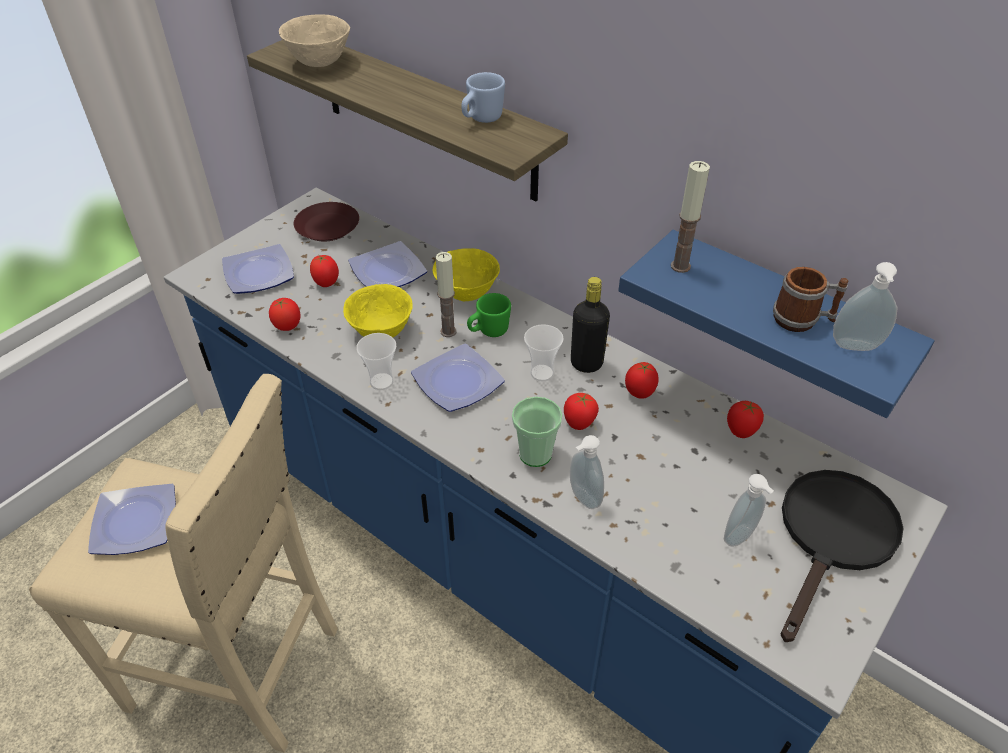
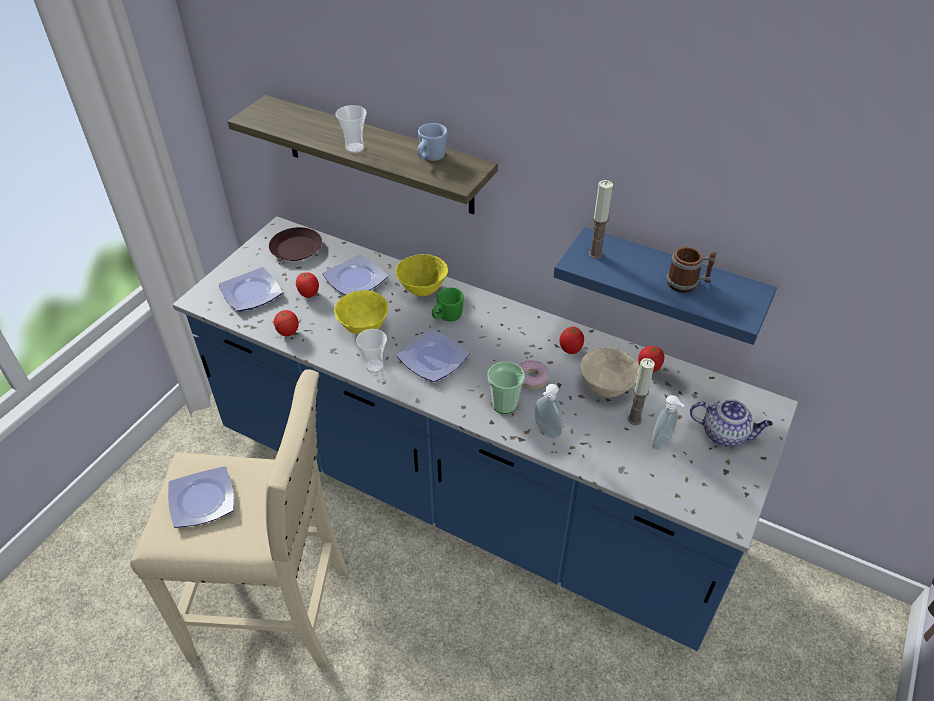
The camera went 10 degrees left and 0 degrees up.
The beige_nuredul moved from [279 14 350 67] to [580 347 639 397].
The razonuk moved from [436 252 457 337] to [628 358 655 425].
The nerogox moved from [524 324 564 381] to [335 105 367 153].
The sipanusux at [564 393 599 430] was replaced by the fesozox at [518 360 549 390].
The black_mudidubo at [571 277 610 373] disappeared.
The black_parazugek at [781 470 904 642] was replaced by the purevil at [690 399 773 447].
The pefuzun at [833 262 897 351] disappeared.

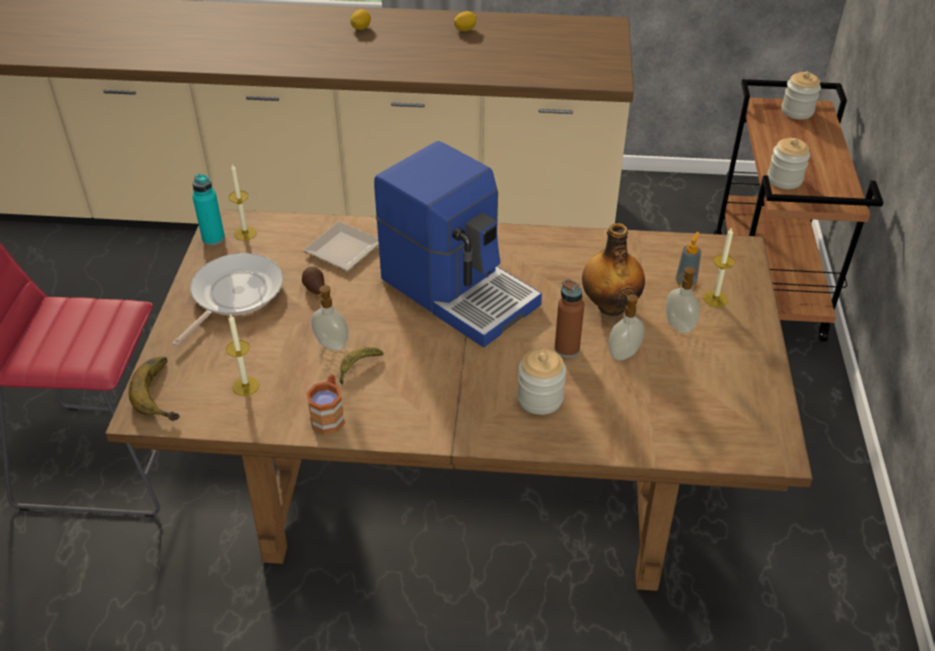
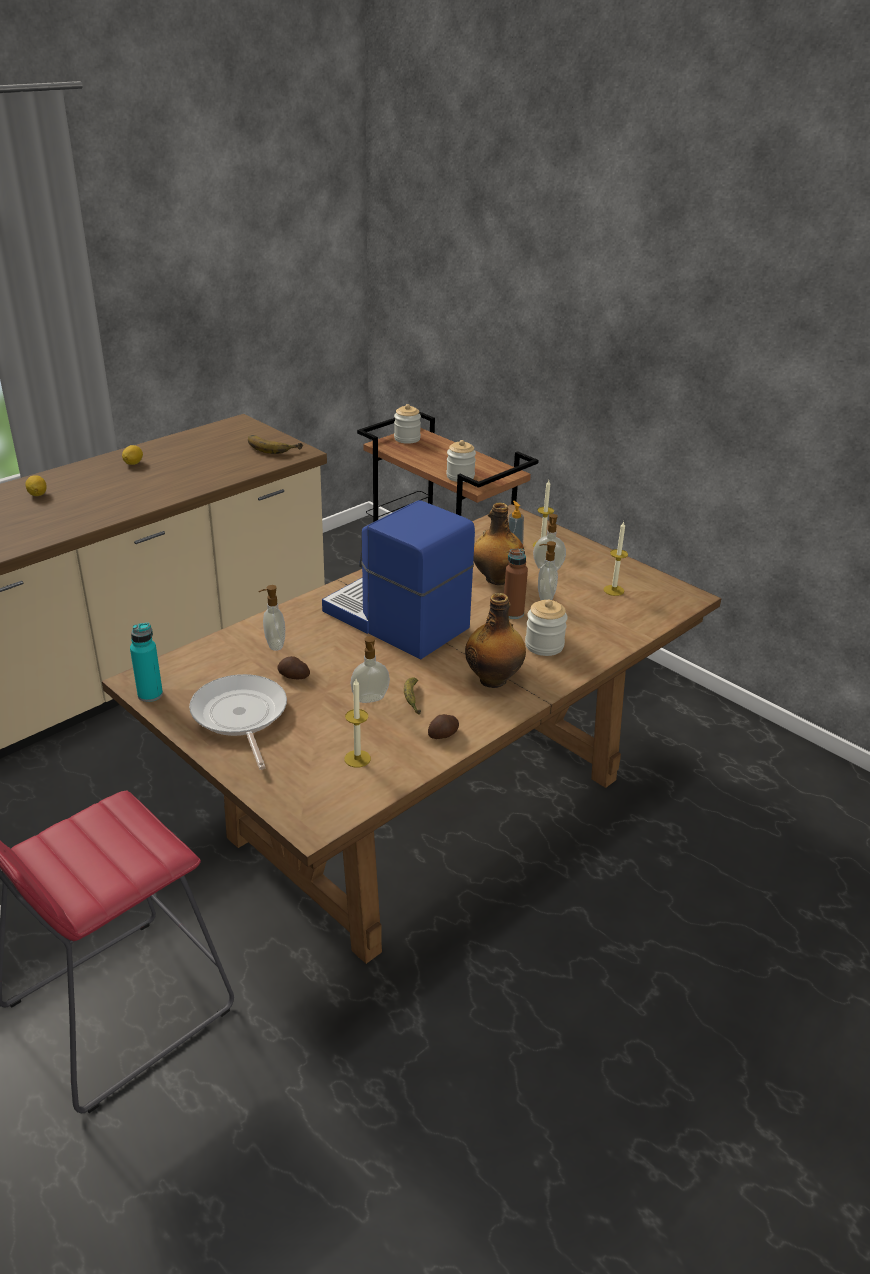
The camera went 50 degrees left and 10 degrees down.
The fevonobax moved from [129 357 179 421] to [248 435 303 454].
The razonuk moved from [229 164 257 241] to [604 522 628 596].
The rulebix at [303 222 379 271] was replaced by the pefuzun at [258 585 285 651].
The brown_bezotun at [306 375 345 435] was replaced by the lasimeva at [428 714 459 739].
The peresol at [374 141 542 347] turned 135 degrees counterclockwise.
The mudidubo at [465 593 526 688] appeared.

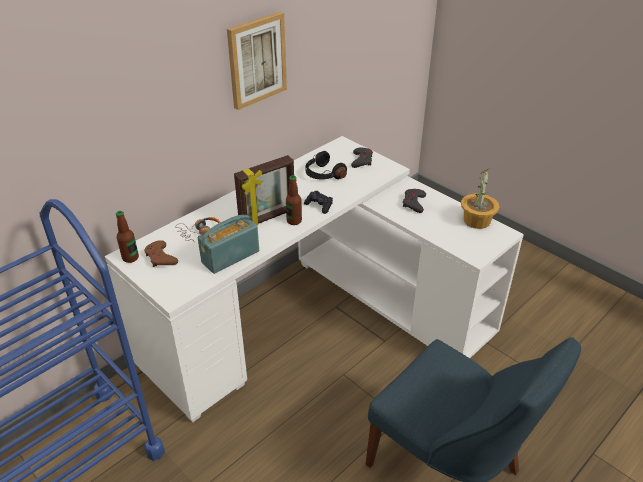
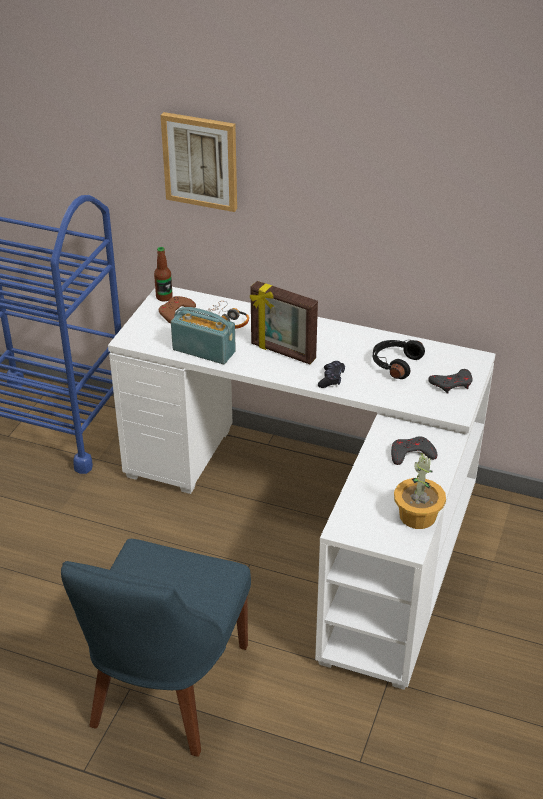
The camera went 65 degrees right and 0 degrees up.
The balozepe moved from [227 12 287 110] to [160 112 237 212].
The mudidubo at [286 175 302 225] disappeared.

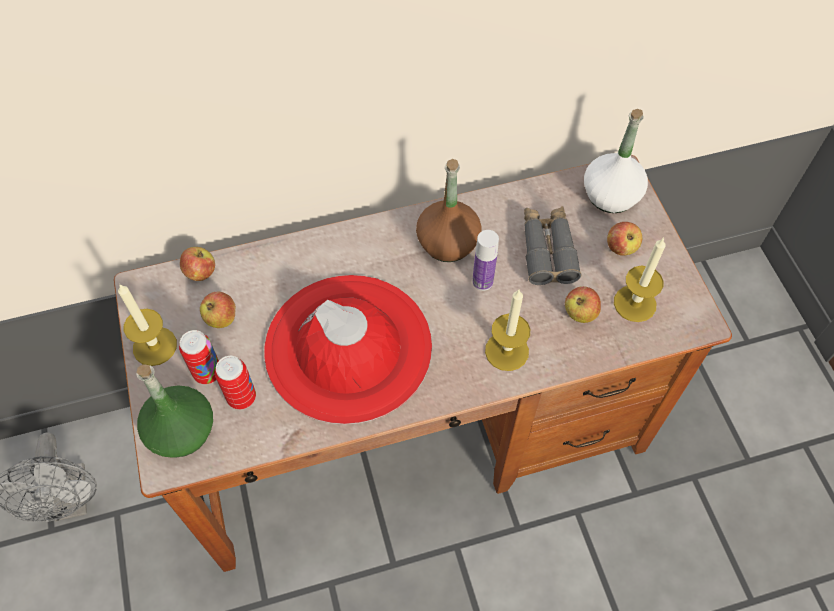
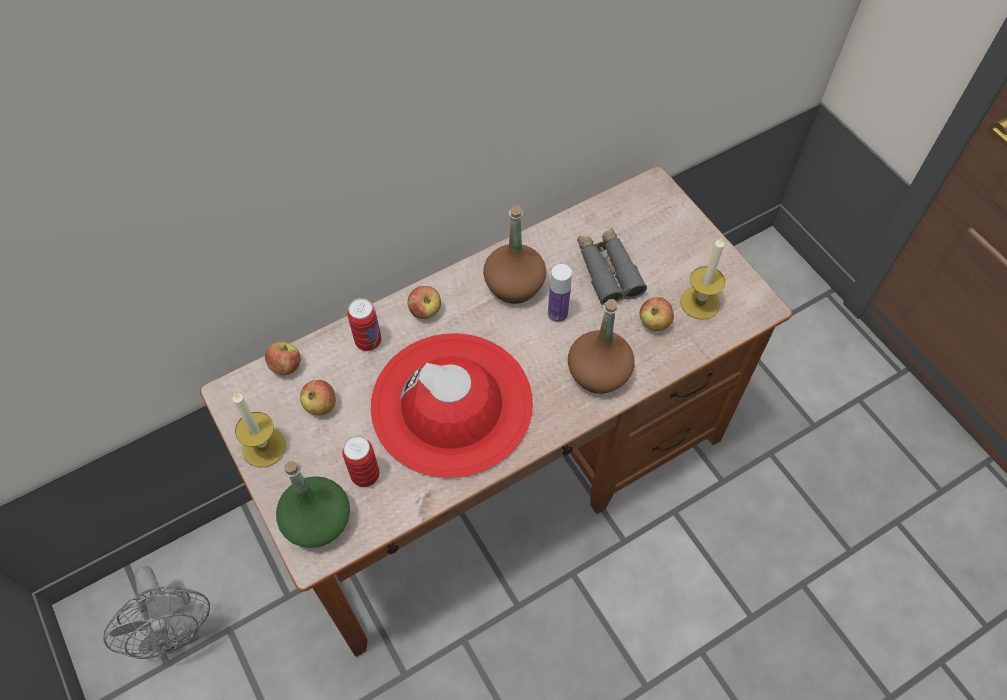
The camera went 15 degrees left and 0 degrees up.
The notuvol moved from [179 330 219 385] to [347 298 381 351].
The razonuk at [485 290 530 371] was replaced by the brown_mudidubo at [568 299 635 394].
The white_mudidubo at [584 109 648 213] disappeared.
The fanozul moved from [607 222 642 256] to [407 286 441 319].

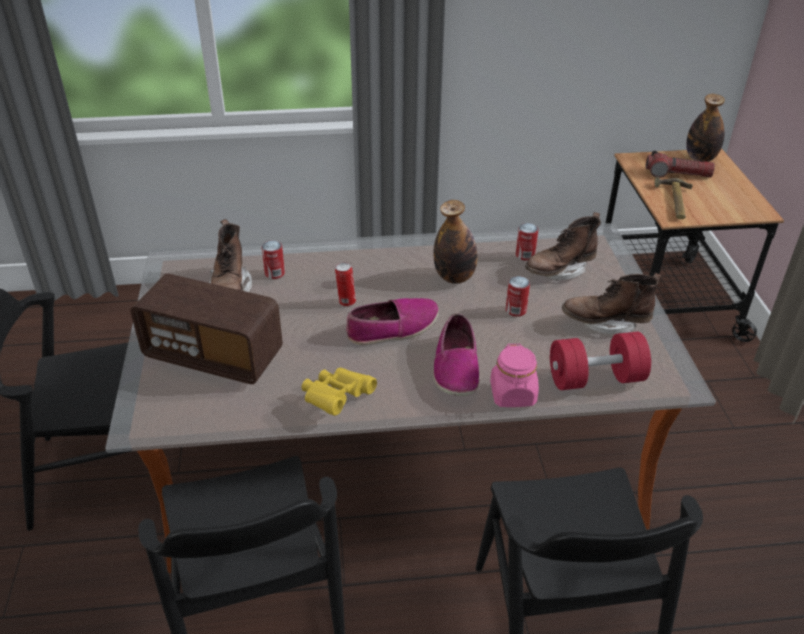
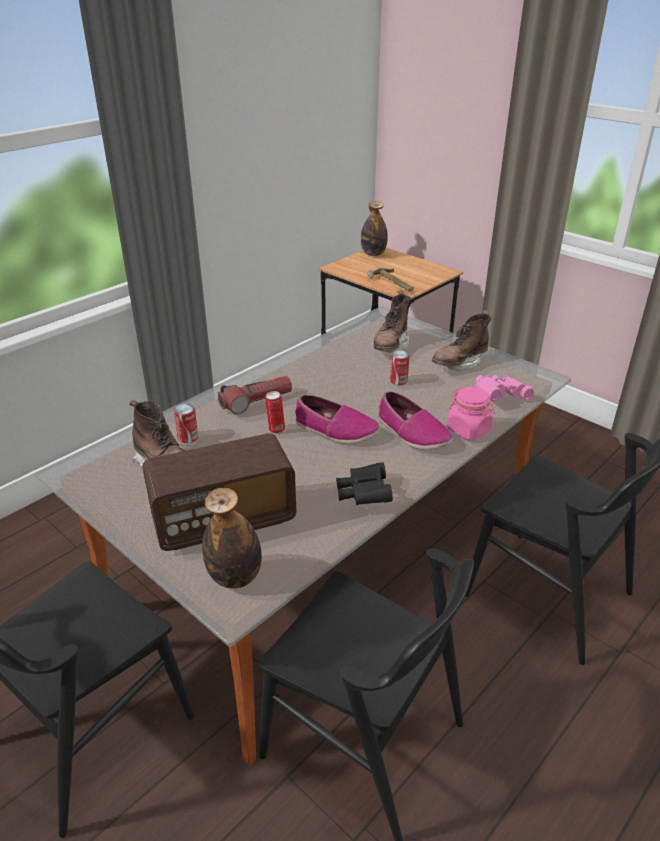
The camera went 40 degrees left and 5 degrees down.
The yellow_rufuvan at [301 368 377 416] became the black_rufuvan at [336 462 393 505].
The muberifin at [346 298 439 345] turned 90 degrees clockwise.
The mudidubo moved from [434 200 477 284] to [202 488 262 589].
The notuvol at [516 223 538 261] disappeared.
The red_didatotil at [550 332 651 390] was replaced by the pink_rufuvan at [474 375 534 401].
The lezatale moved from [646 150 715 178] to [218 376 292 414].

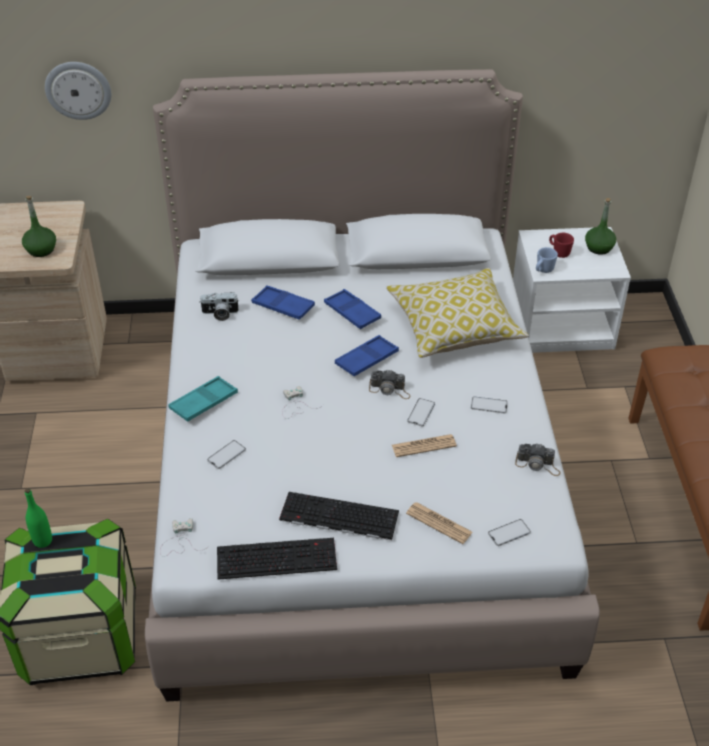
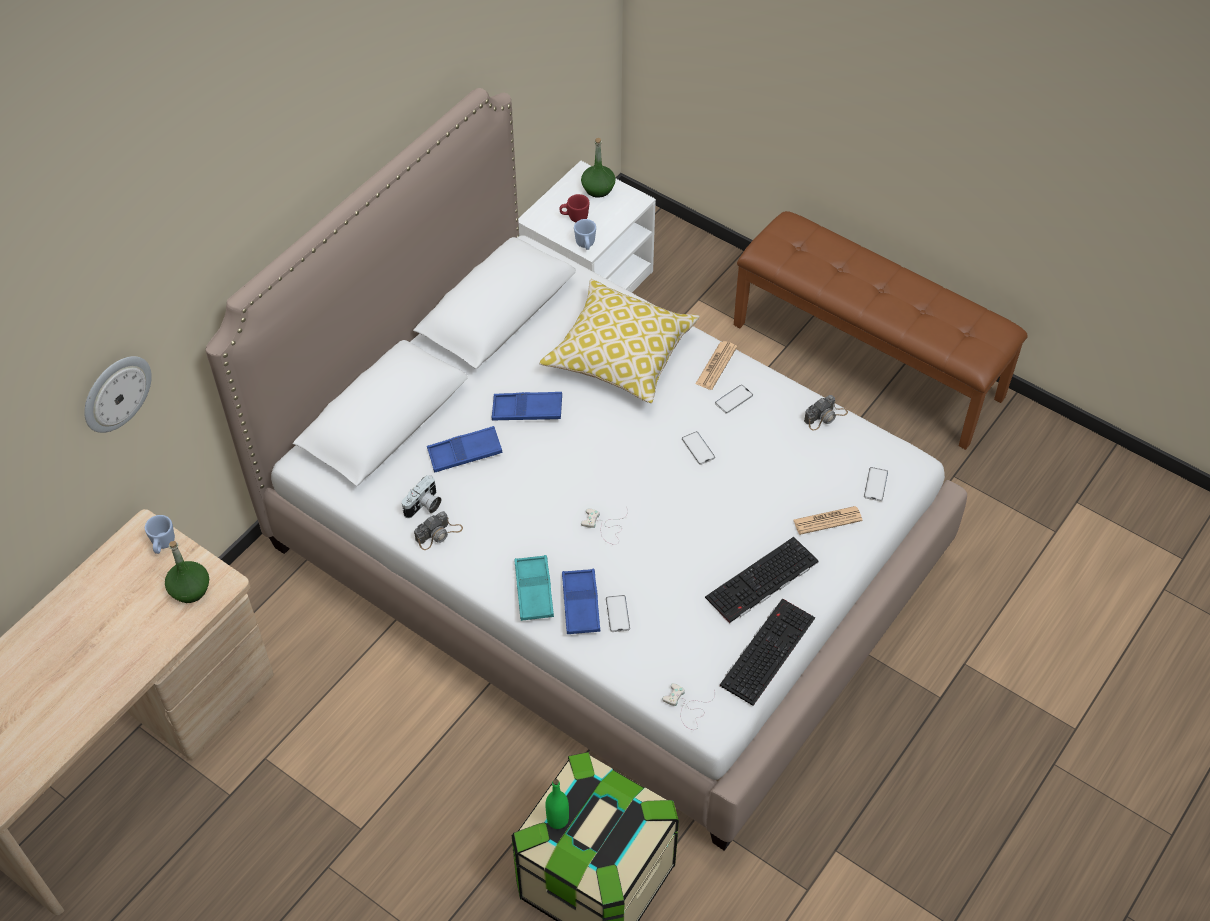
The camera went 50 degrees left and 10 degrees up.
The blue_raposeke moved from [335 335 399 376] to [562 569 600 634].
The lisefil moved from [369 370 411 399] to [414 511 463 550].
The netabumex moved from [392 434 457 457] to [695 341 737 390].
The blue_bezotun at [145 515 175 554] appeared.

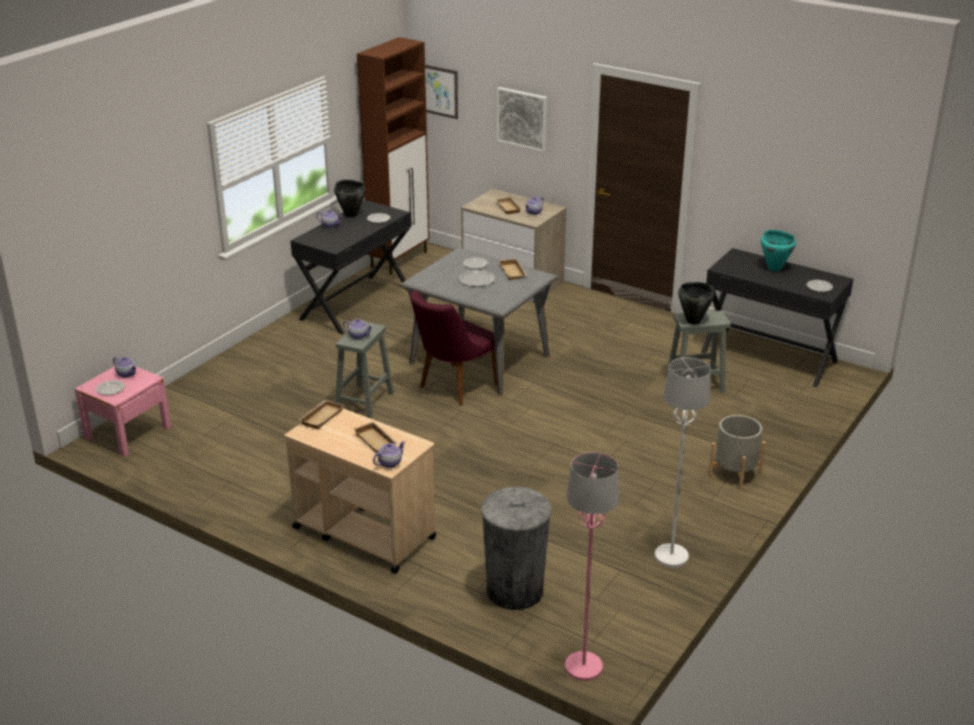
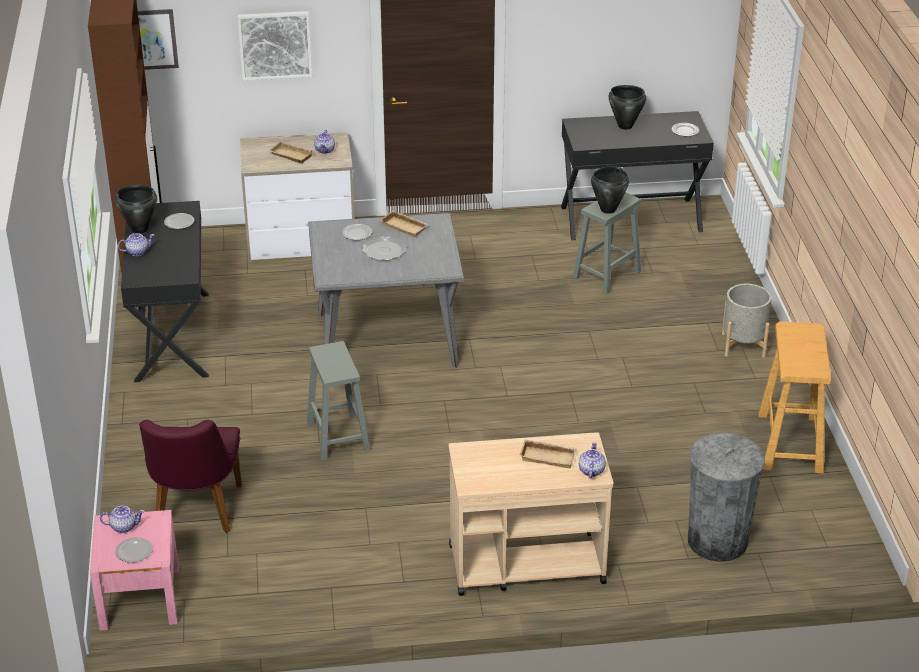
The camera went 40 degrees left and 5 degrees up.
The beige_raposeke at [299 400 344 429] disappeared.
The purevil at [343 319 373 339] disappeared.
The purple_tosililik moved from [410 291 497 405] to [139 420 242 533].
The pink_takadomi at [565 452 619 681] disappeared.
The white_takadomi at [655 357 711 568] was replaced by the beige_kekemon at [758 321 831 474].
The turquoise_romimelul at [761 230 796 271] became the black_romimelul at [609 85 646 130].

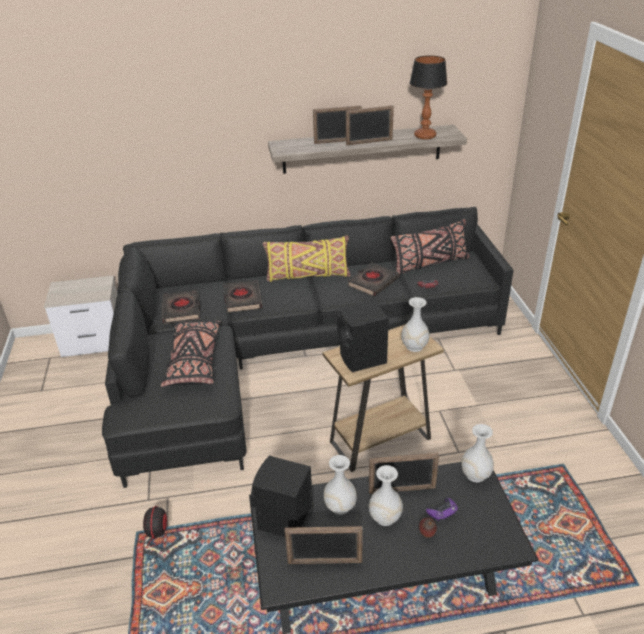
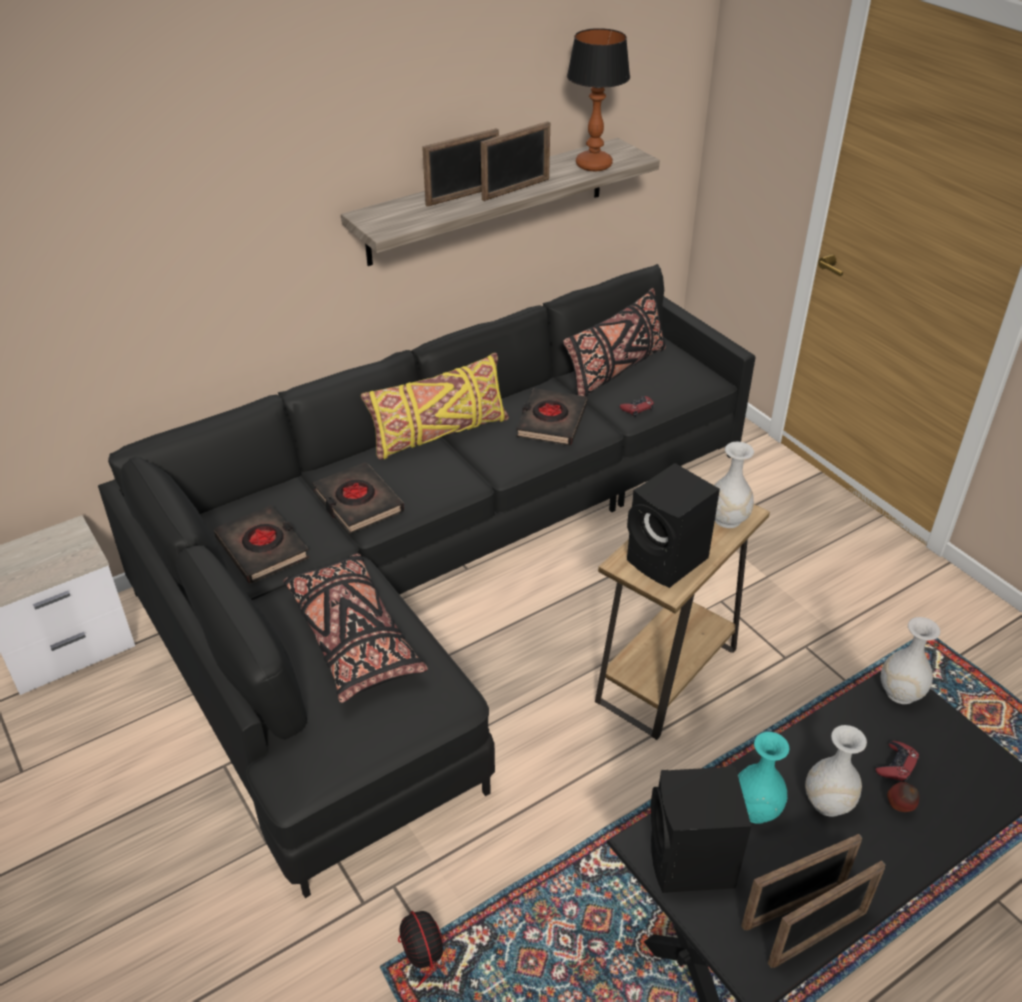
The camera went 25 degrees left and 5 degrees up.
The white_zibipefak at [324 455 357 515] became the turquoise_zibipefak at [738 732 789 824].
The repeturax moved from [369 453 439 494] to [768 860 885 968].
The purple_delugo at [426 498 458 523] became the red_delugo at [875 741 920 782].

